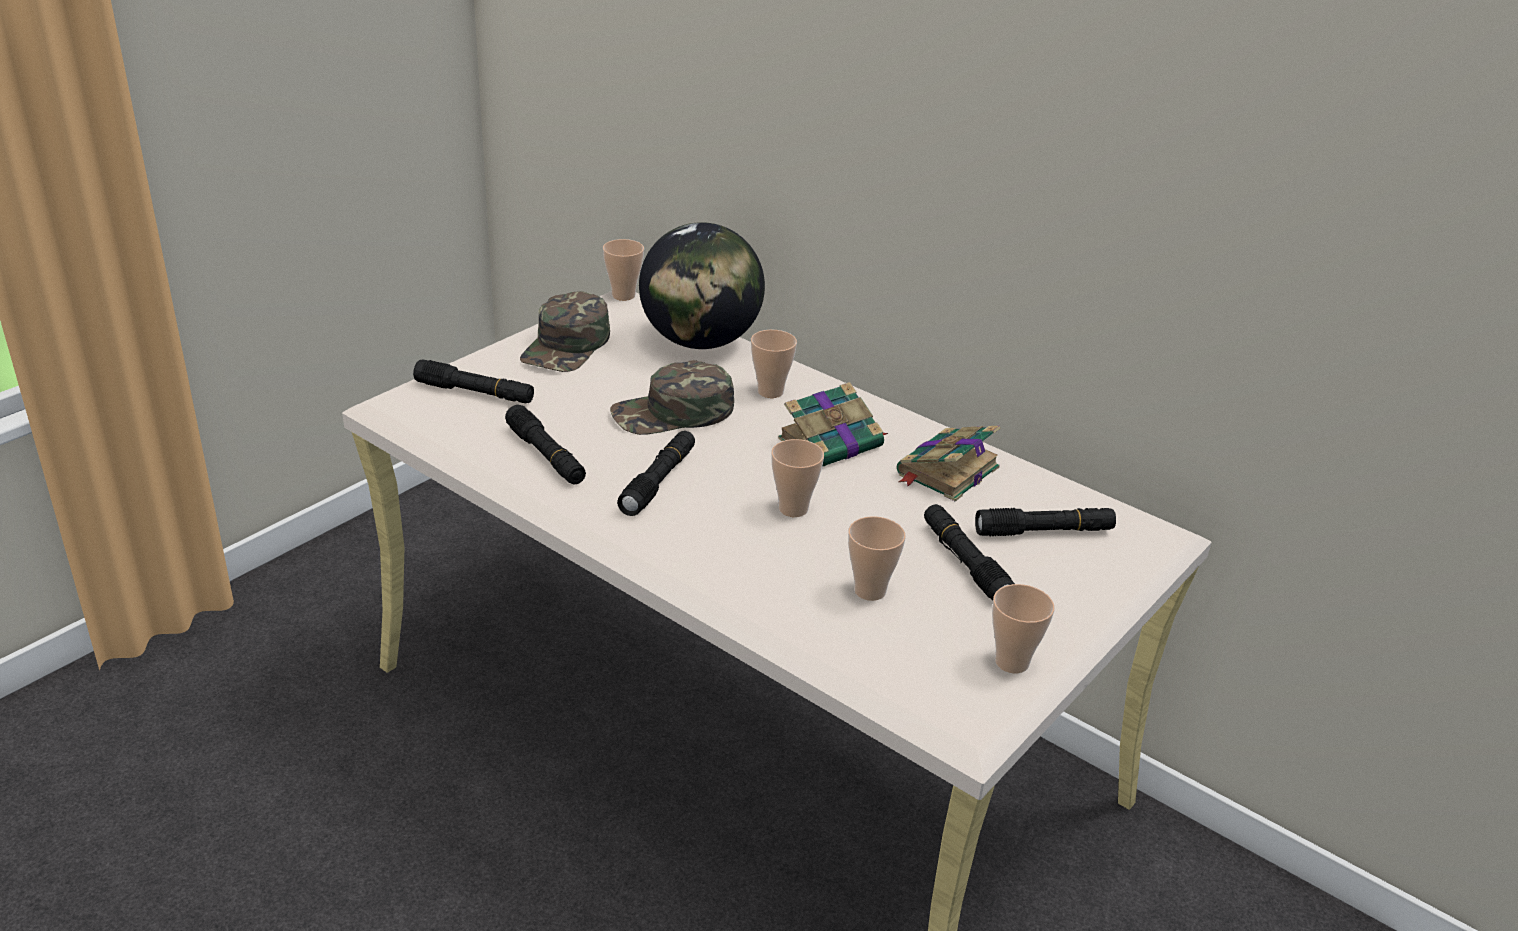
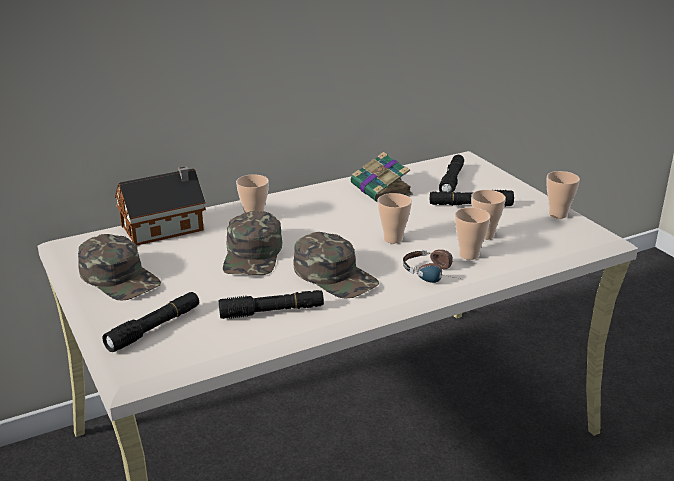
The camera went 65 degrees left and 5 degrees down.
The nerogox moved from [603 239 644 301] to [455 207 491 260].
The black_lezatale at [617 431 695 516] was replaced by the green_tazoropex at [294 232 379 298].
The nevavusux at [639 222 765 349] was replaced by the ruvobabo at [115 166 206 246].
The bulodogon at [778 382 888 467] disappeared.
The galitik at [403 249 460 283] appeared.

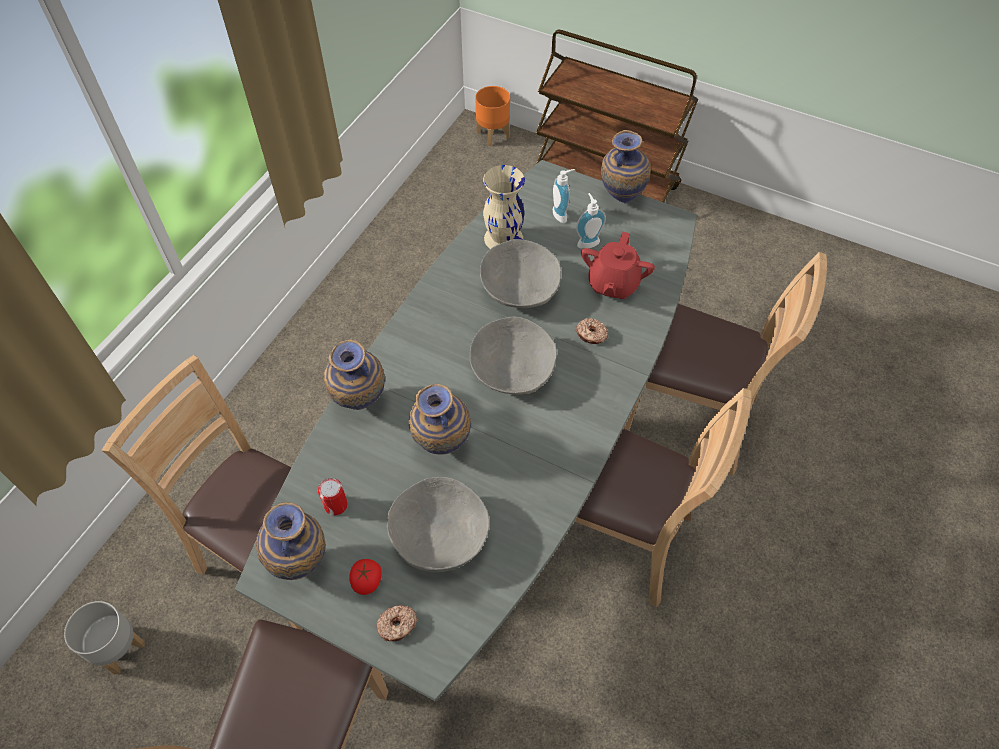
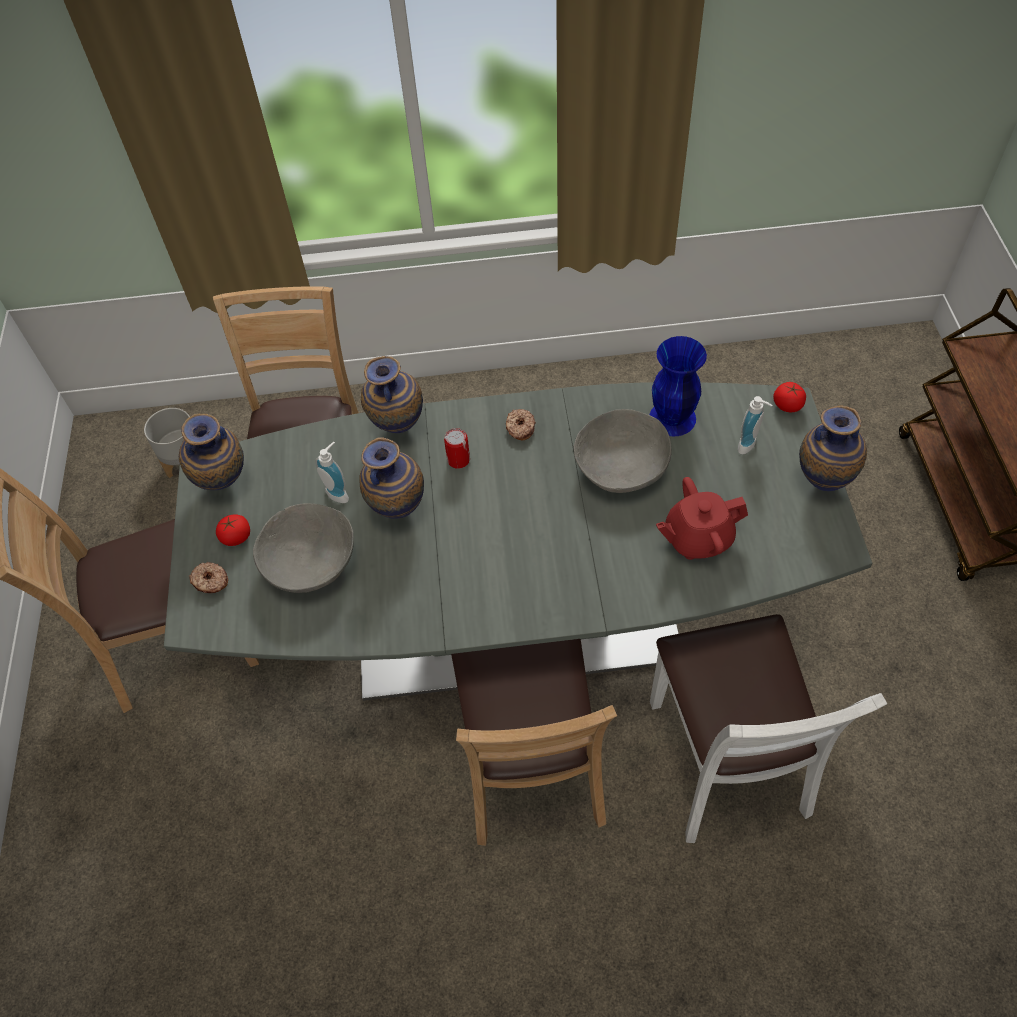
The camera went 60 degrees right and 0 degrees up.
The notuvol moved from [318 478 348 515] to [444 428 470 469].
The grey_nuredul at [470 316 557 395] disappeared.
The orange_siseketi at [475 86 510 146] disappeared.
The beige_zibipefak at [483 165 525 249] became the blue_zibipefak at [650 336 707 436].
The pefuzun moved from [576 193 606 249] to [315 442 349 503].
The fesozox moved from [576 318 608 344] to [506 409 536 441].
The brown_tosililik at [624 252 827 476] became the white_tosililik at [650 614 887 843].
The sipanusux at [773 382 806 412] appeared.

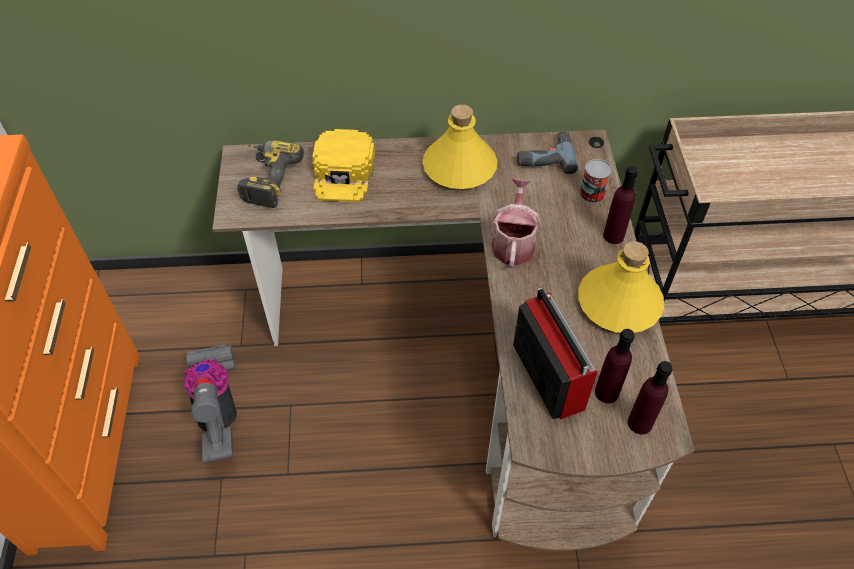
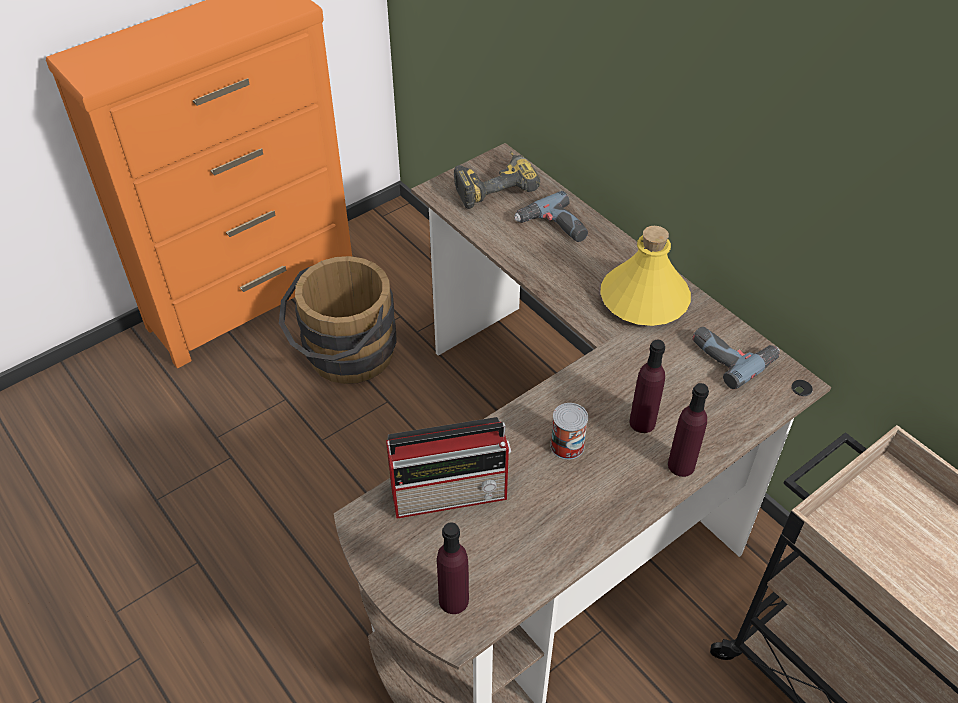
The camera went 55 degrees right and 5 degrees down.
The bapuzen at [183 343 237 463] was replaced by the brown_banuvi at [279 256 397 384].
The yellow_tazoropex at [312 129 375 202] was replaced by the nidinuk at [514 191 588 242].
The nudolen at [492 178 541 268] disappeared.
The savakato at [513 288 597 419] turned 45 degrees clockwise.
The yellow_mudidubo at [578 241 664 333] disappeared.
The notuvol moved from [580 159 612 203] to [550 403 588 460].
The purple_mudidubo moved from [595 329 635 403] to [629 339 665 433].

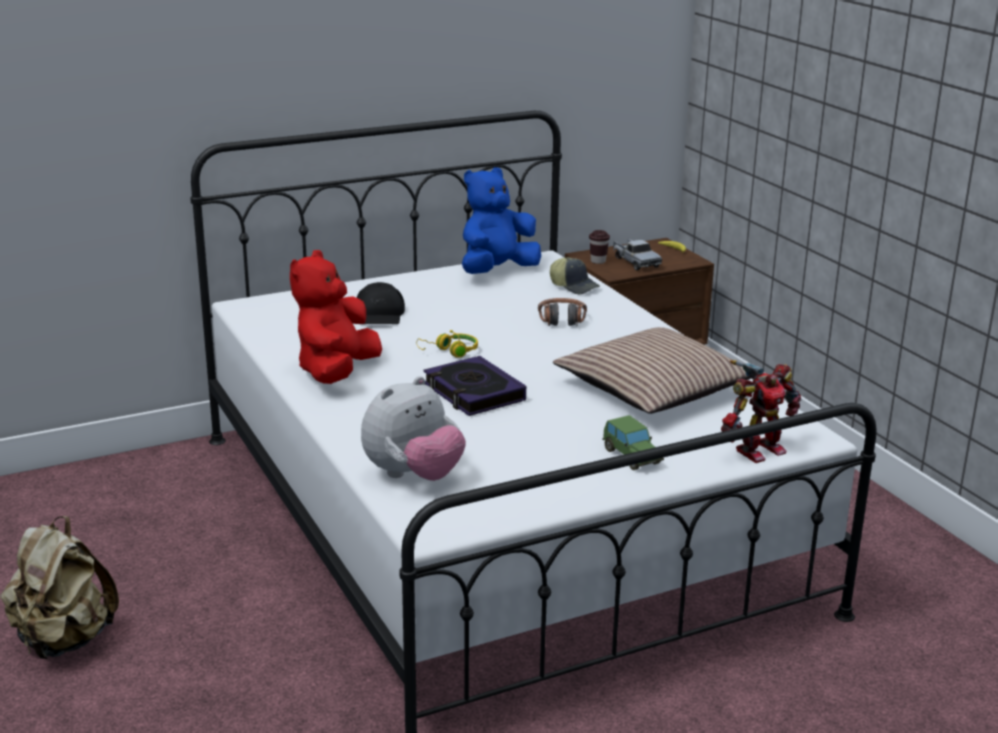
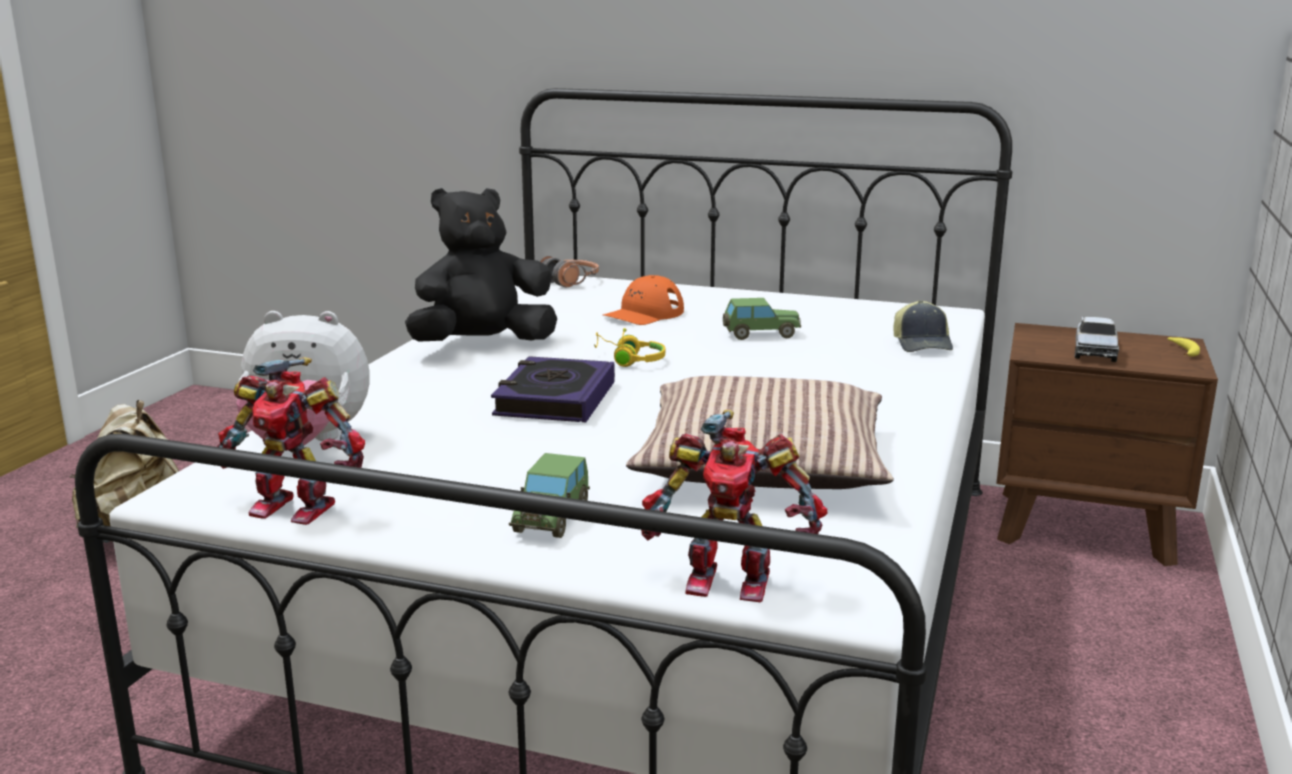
The camera went 45 degrees right and 5 degrees down.
The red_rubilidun at [290 250 382 384] became the black_rubilidun at [405 188 557 342].
The black_tazoropex at [356 282 405 324] became the orange_tazoropex at [603 275 684 325].
The blue_rubilidun at [462 167 541 274] disappeared.
The galitik moved from [538 298 587 326] to [540 256 599 287].
The brown_nerogox at [589 230 610 264] disappeared.
The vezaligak at [217 357 365 525] appeared.
The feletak at [723 298 801 340] appeared.

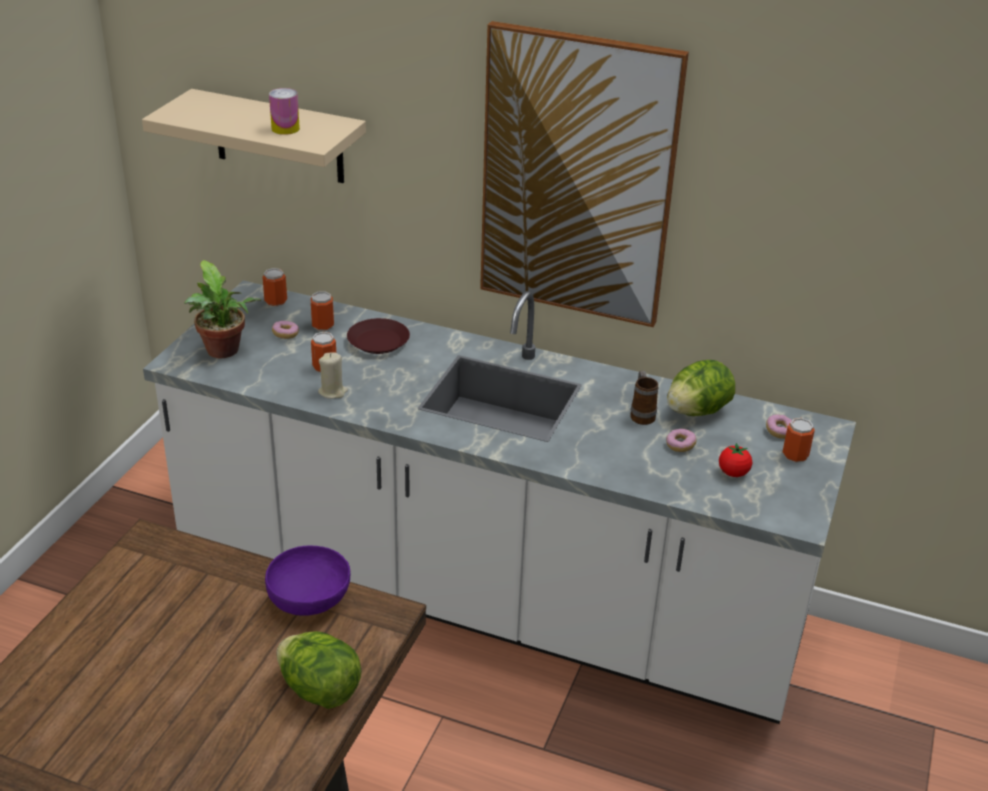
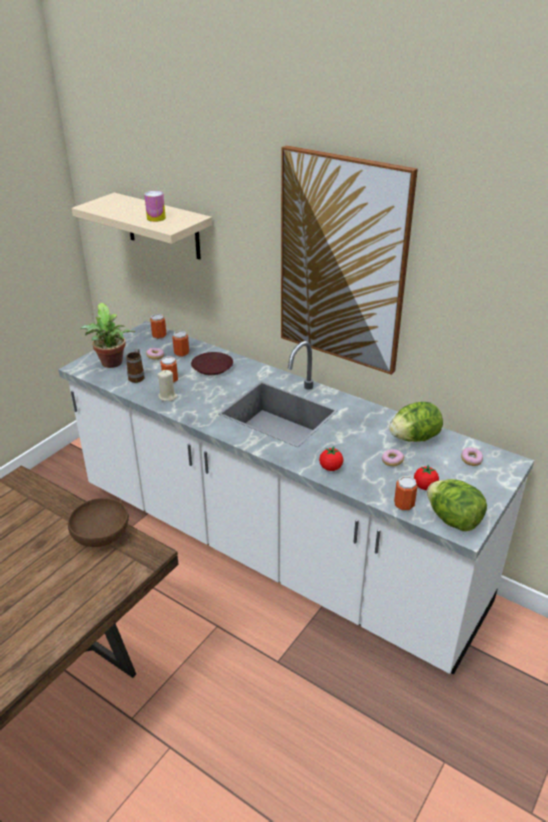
The camera went 15 degrees right and 0 degrees up.
The purple_nuredul at [265 546 350 616] became the brown_nuredul at [68 498 129 547].
The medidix moved from [277 631 362 709] to [427 479 487 531].
The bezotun moved from [630 371 658 425] to [126 348 145 383].
The notuvol moved from [783 418 815 463] to [394 476 417 511].
The sipanusux at [319 447 343 471] appeared.

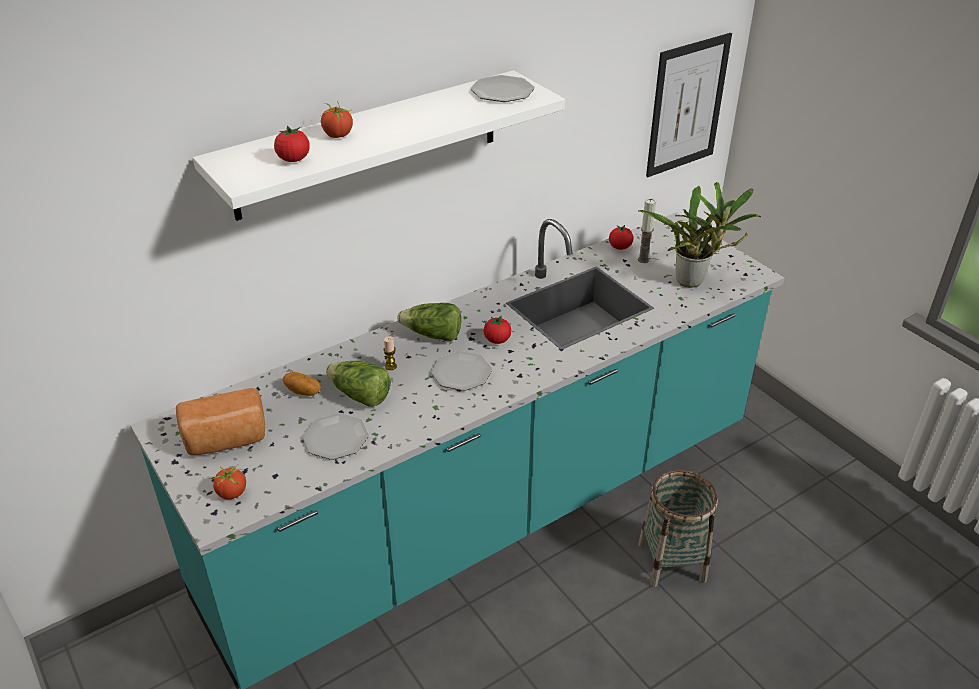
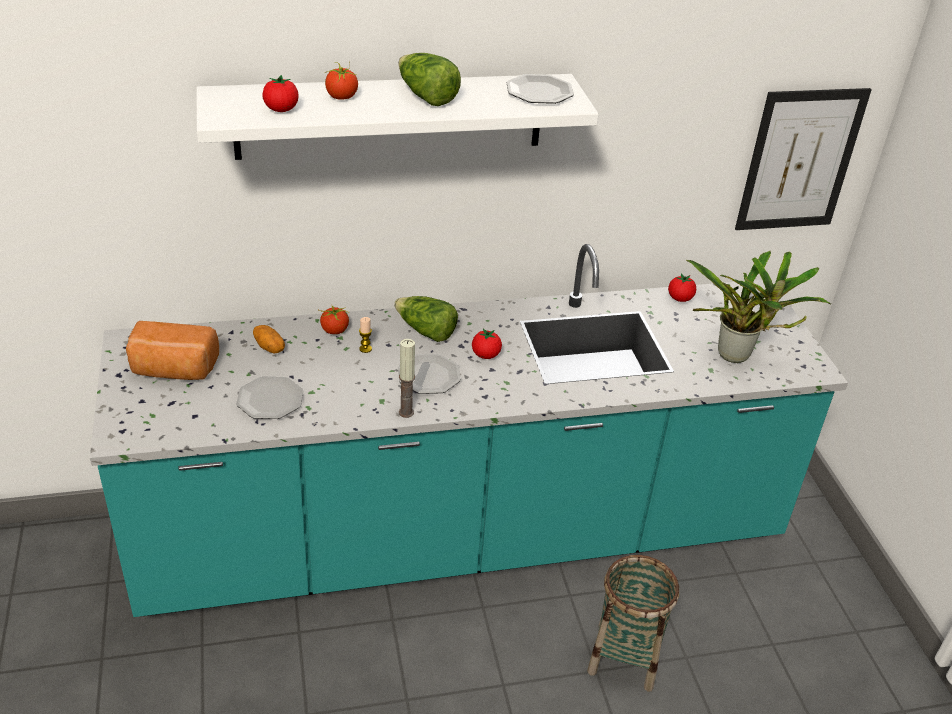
The camera went 20 degrees right and 0 degrees up.
The sipanusux moved from [209 465 246 500] to [319 304 349 334].
The medidix moved from [326 361 391 407] to [399 53 461 106].
The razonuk moved from [638 198 656 263] to [399 339 415 418].

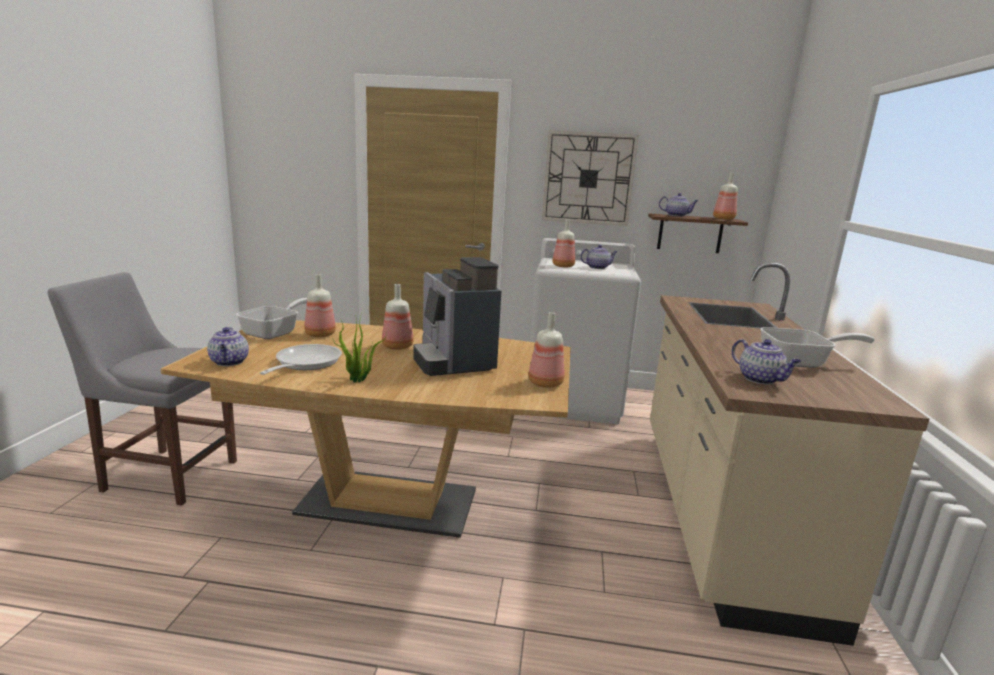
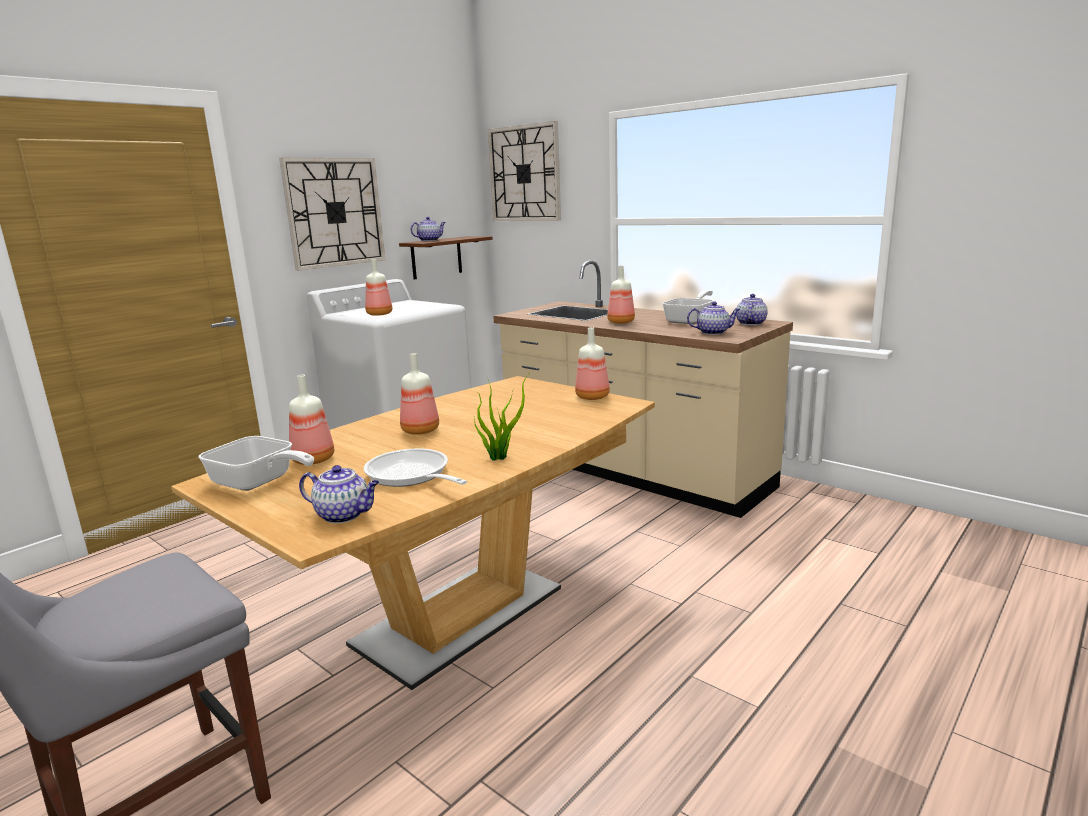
The camera went 55 degrees left and 0 degrees up.
The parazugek at [236 298 307 339] turned 150 degrees clockwise.
The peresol at [413 257 501 376] disappeared.
The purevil moved from [580 245 618 269] to [736 294 768 325].
The mudidubo moved from [713 173 738 220] to [607 265 635 324].
The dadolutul at [488 121 561 221] appeared.

